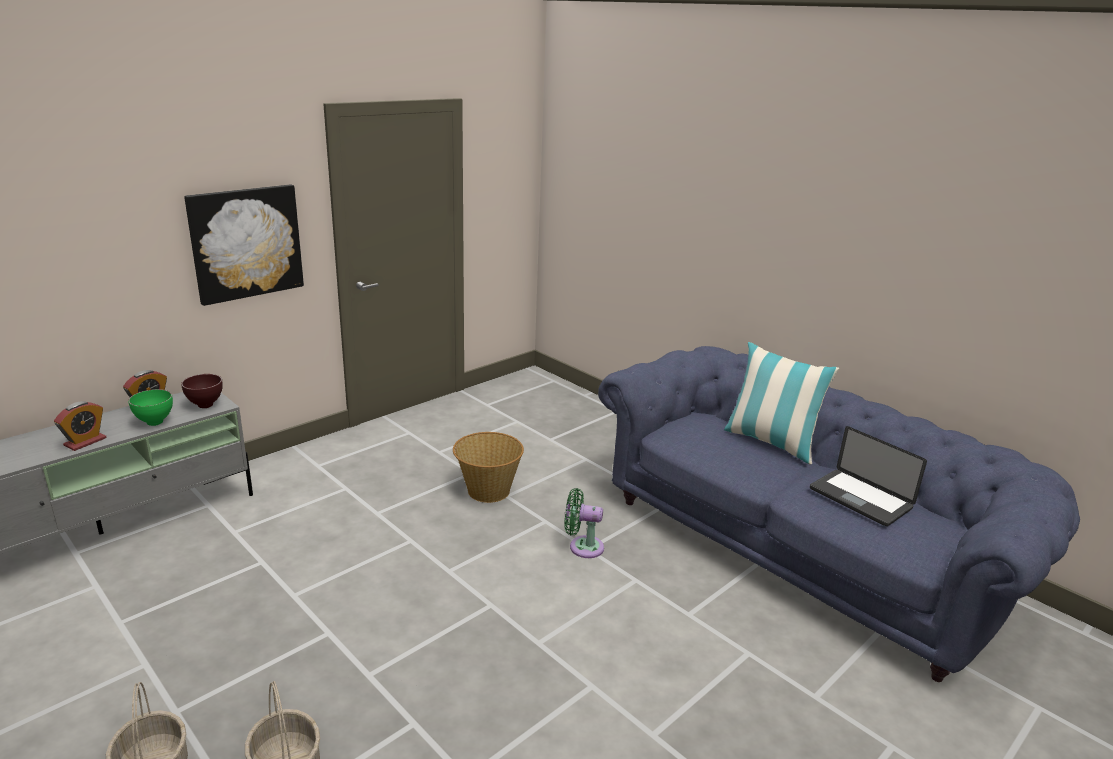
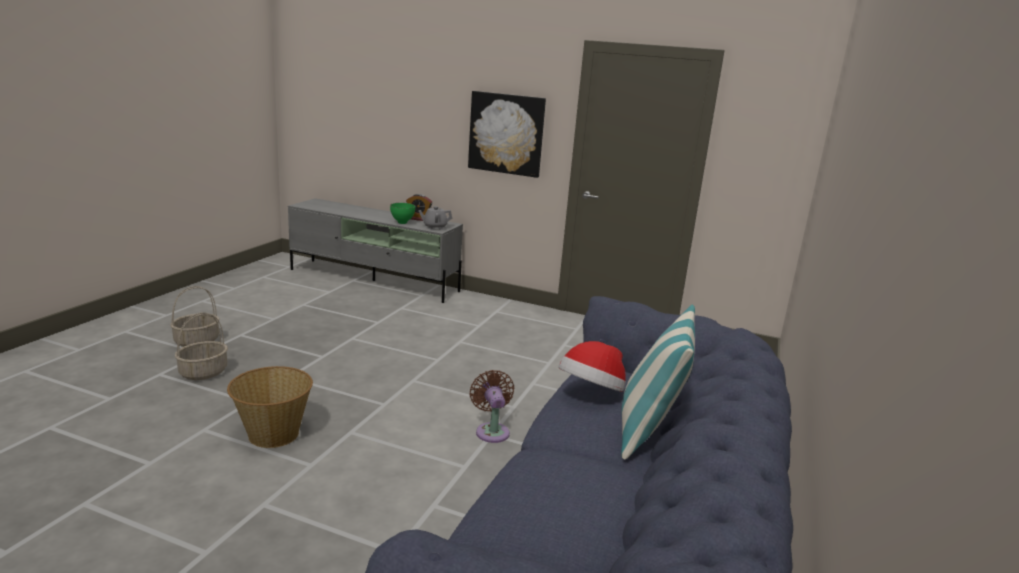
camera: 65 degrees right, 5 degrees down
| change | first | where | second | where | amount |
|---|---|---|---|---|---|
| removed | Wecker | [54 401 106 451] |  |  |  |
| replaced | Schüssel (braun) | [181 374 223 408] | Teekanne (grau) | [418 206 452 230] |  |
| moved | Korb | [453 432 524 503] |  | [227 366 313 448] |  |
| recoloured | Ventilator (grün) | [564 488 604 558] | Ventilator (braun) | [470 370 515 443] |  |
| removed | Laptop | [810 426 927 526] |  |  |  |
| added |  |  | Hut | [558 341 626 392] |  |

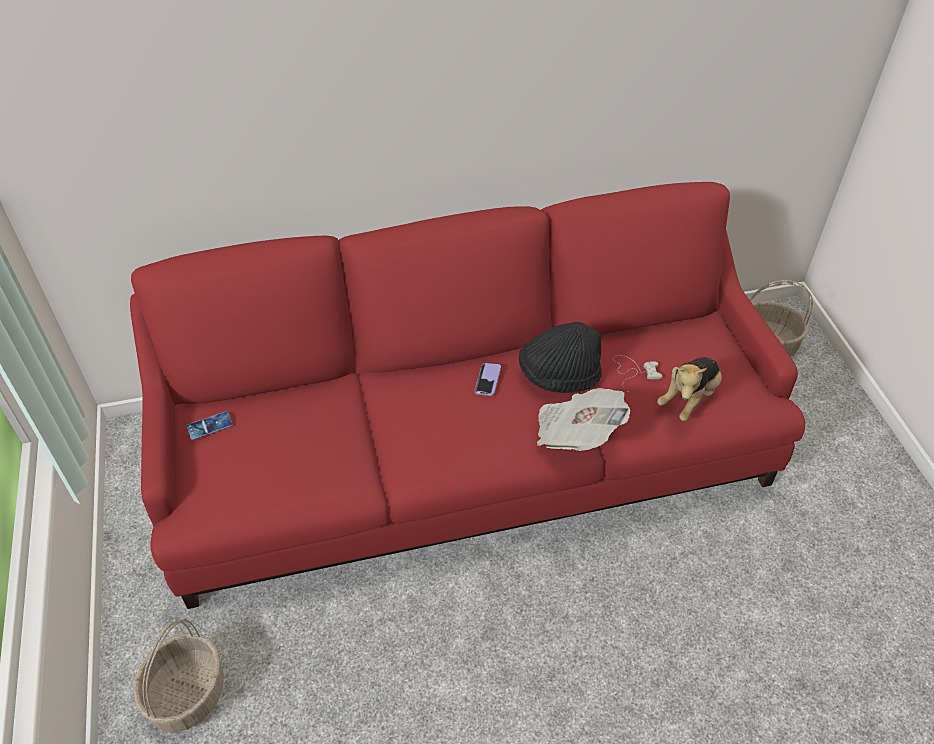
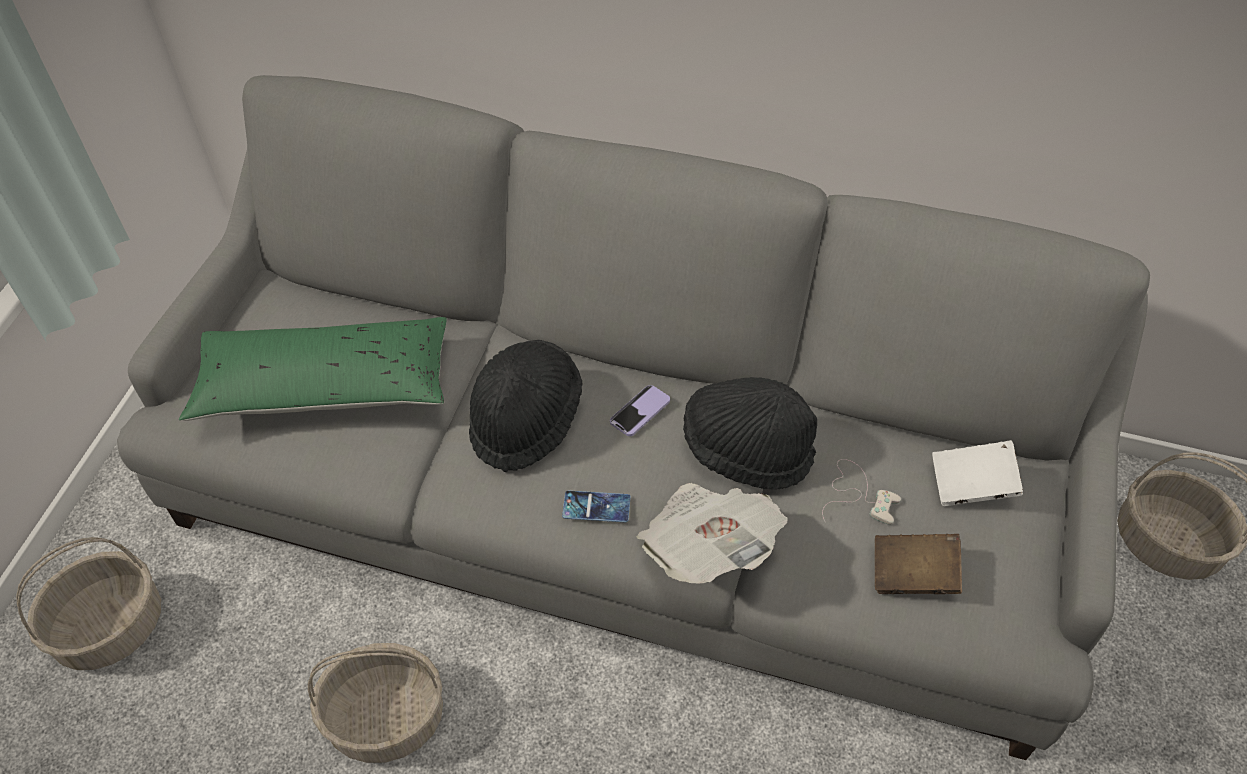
camera: 30 degrees right, 5 degrees up
| change | first | where | second | where | amount |
|---|---|---|---|---|---|
| recoloured | Sofa (rot) | [130 182 805 609] | Sofa (grau) | [117 75 1150 760] |  |
| moved | Handy | [187 411 233 440] |  | [562 491 631 522] |  |
| replaced | Plüschtier | [657 357 722 421] | Buch (braun) | [875 534 962 594] |  |
| added |  |  | Kissen (grün) | [179 317 447 421] |  |
| added |  |  | Korb | [308 643 443 763] |  |
| added |  |  | Hut (schwarz) | [469 340 582 472] |  |
| added |  |  | Buch (weiß) | [932 440 1023 506] |  |

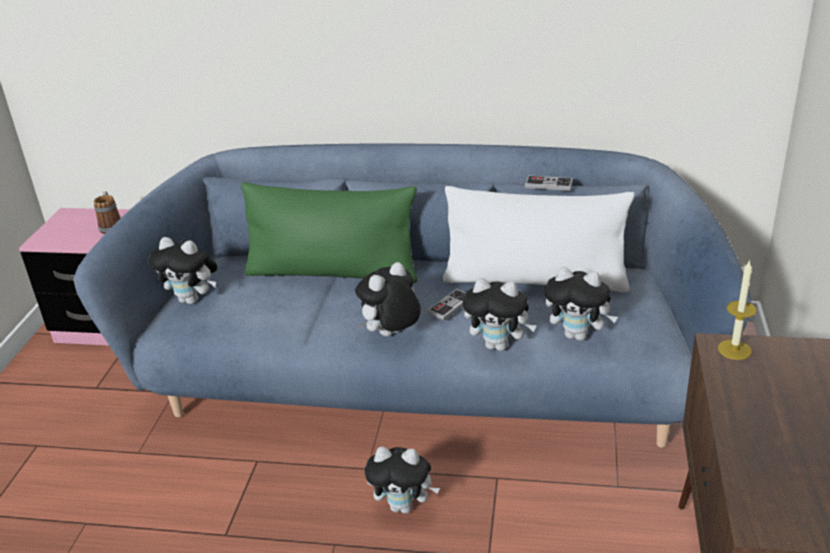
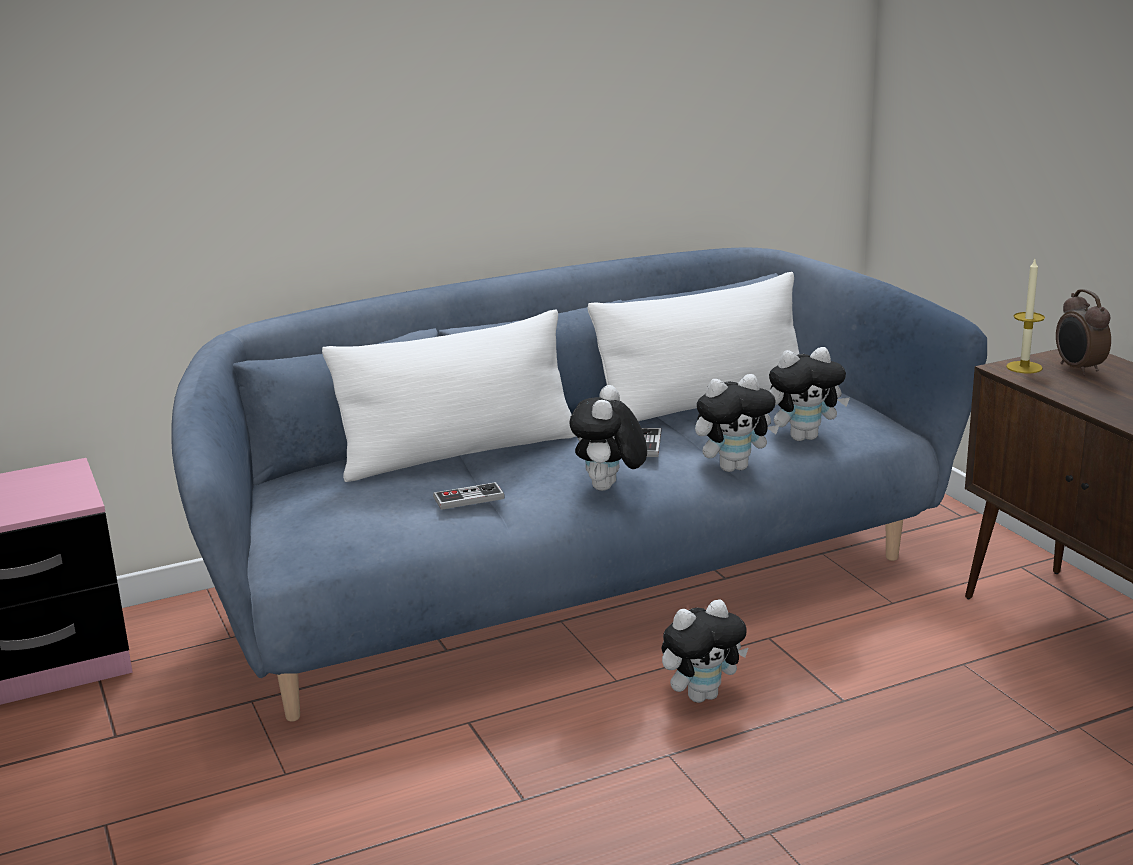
camera: 35 degrees left, 10 degrees down
| change | first | where | second | where | amount |
|---|---|---|---|---|---|
| removed | Henkelbecher | [94 191 121 234] |  |  |  |
| removed | Plüschtier | [149 237 218 304] |  |  |  |
| recoloured | Kissen (grün) | [241 182 418 283] | Kissen (weiß) | [322 309 576 482] |  |
| moved | Gamepad | [525 175 573 191] |  | [433 482 505 510] |  |
| added |  |  | Wecker | [1056 289 1111 376] |  |

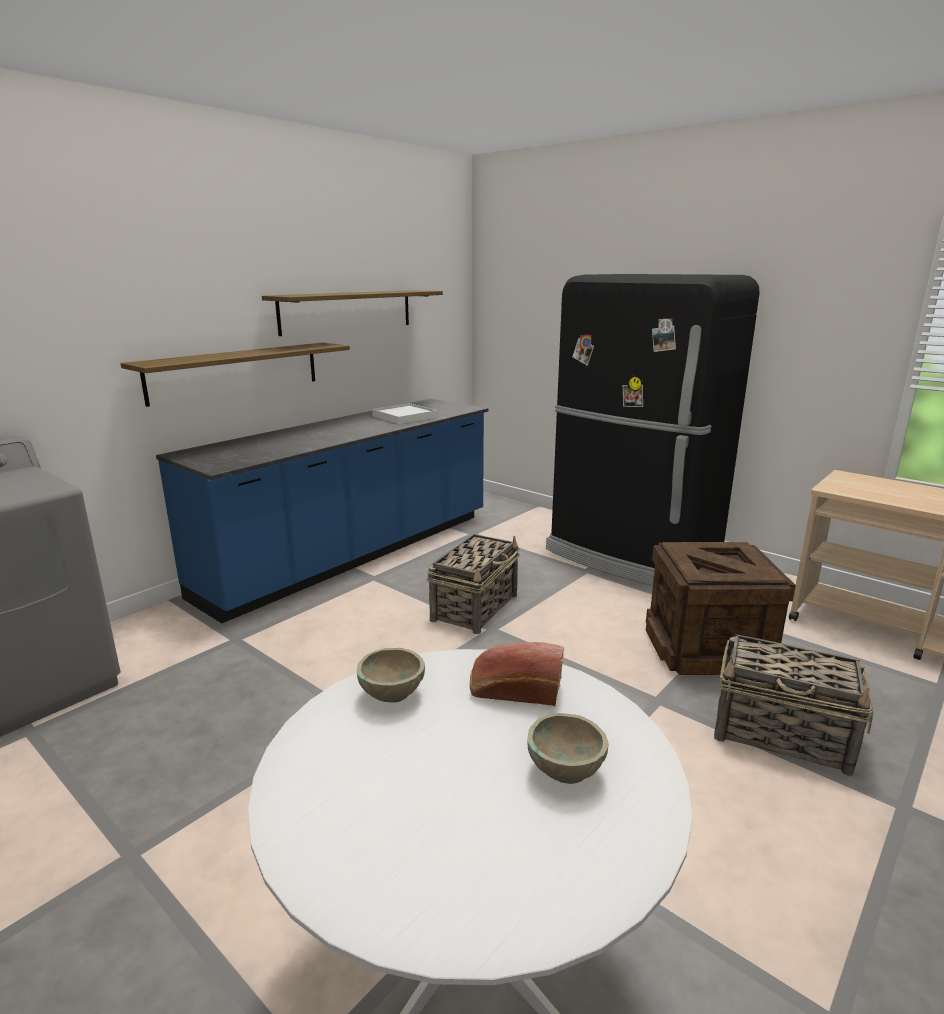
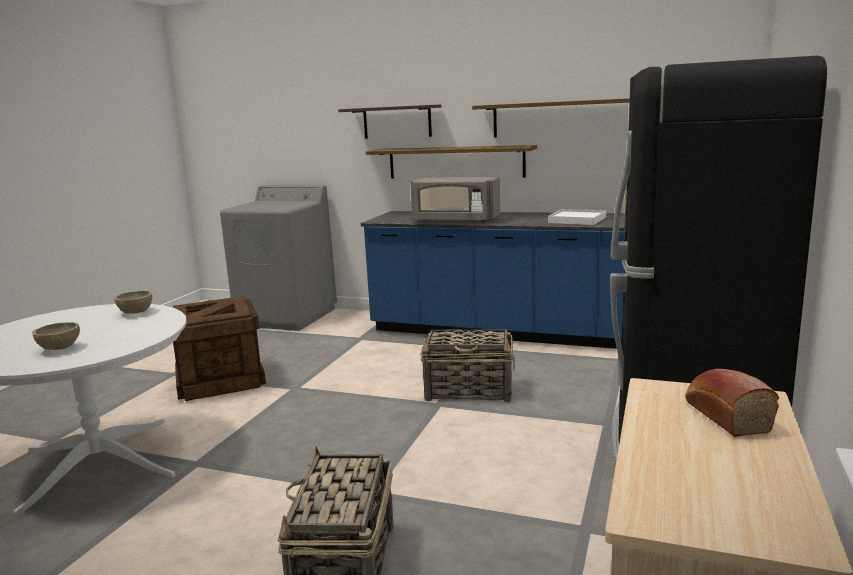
camera: 70 degrees right, 5 degrees down
| change | first | where | second | where | amount |
|---|---|---|---|---|---|
| moved | Brot | [470 642 564 706] |  | [685 369 779 437] |  |
| moved | Kiste | [646 542 796 675] |  | [173 296 266 401] |  |
| added |  |  | Wandregal | [338 105 441 139] |  |
| added |  |  | Mikrowelle (grau) | [411 177 500 223] |  |

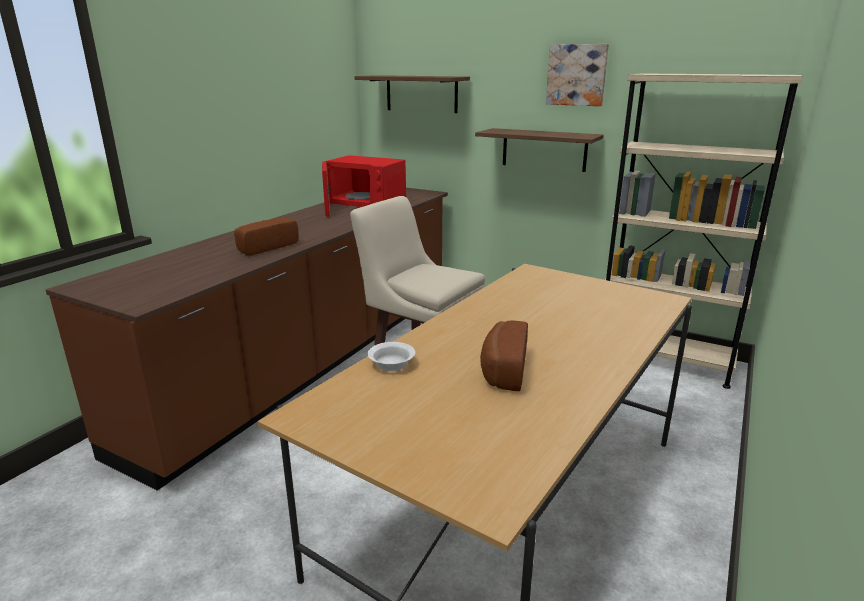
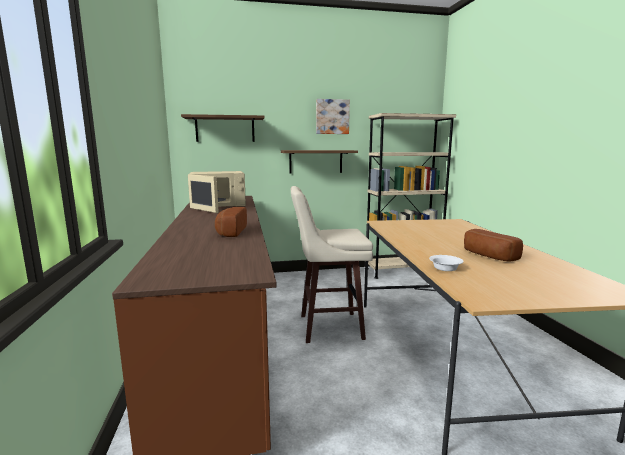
camera: 40 degrees left, 10 degrees down
| change | first | where | second | where | amount |
|---|---|---|---|---|---|
| recoloured | Mikrowelle (rot) | [322 155 406 217] | Mikrowelle (beige) | [188 171 246 213] |  |

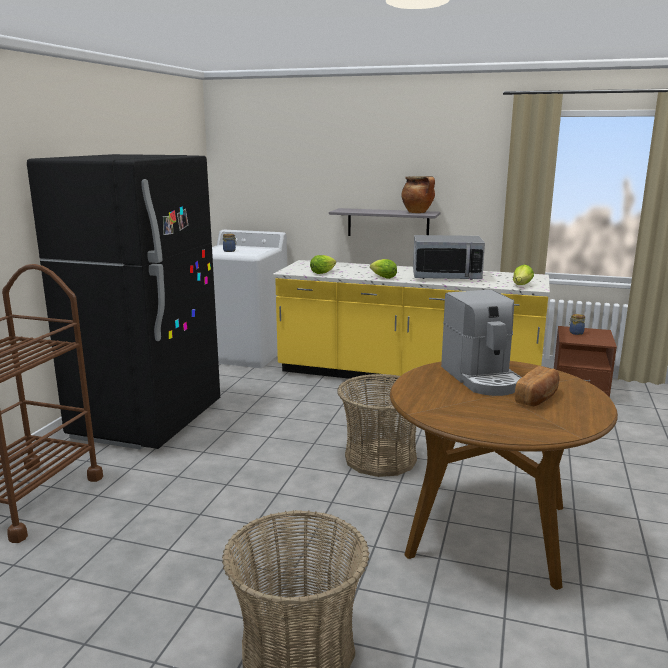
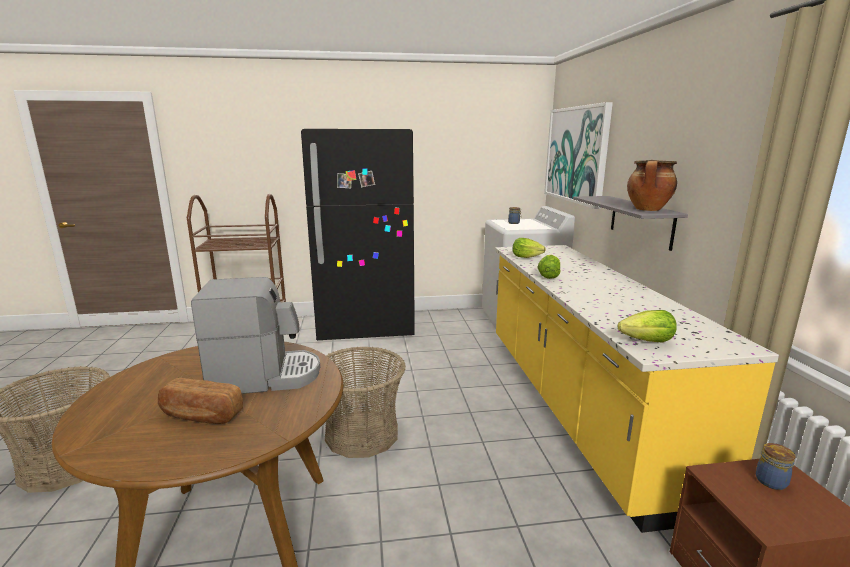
camera: 65 degrees right, 0 degrees up
| change | first | where | second | where | amount |
|---|---|---|---|---|---|
| removed | Mikrowelle | [413 235 485 280] |  |  |  |
| turned | Kaffeemaschine | [441 290 522 396] |  | [191 277 320 394] | 150 degrees counterclockwise |
| added |  |  | Bild | [544 102 613 209] |  |

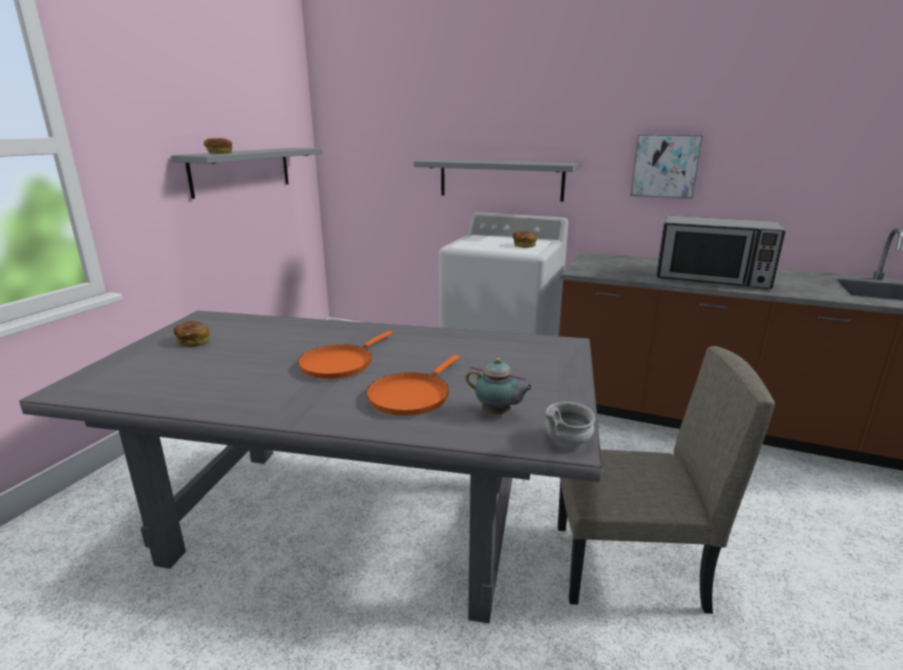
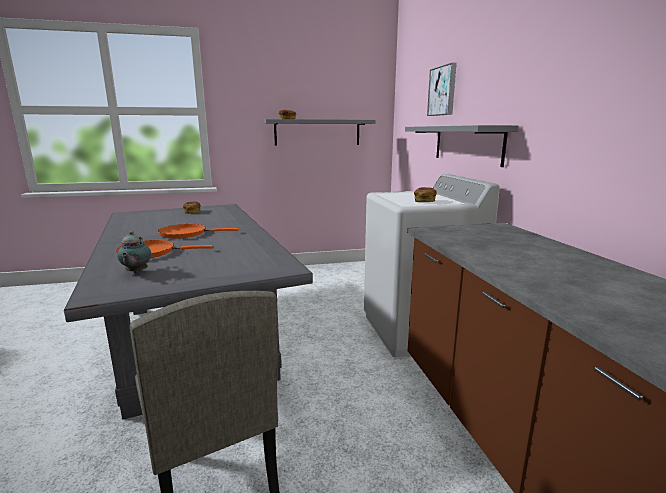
camera: 55 degrees right, 5 degrees down
| change | first | where | second | where | amount |
|---|---|---|---|---|---|
| removed | Schüssel (grau) | [544 401 595 445] |  |  |  |
| moved | Bild | [631 135 703 199] |  | [427 63 457 116] |  |
| removed | Mikrowelle | [656 216 786 289] |  |  |  |

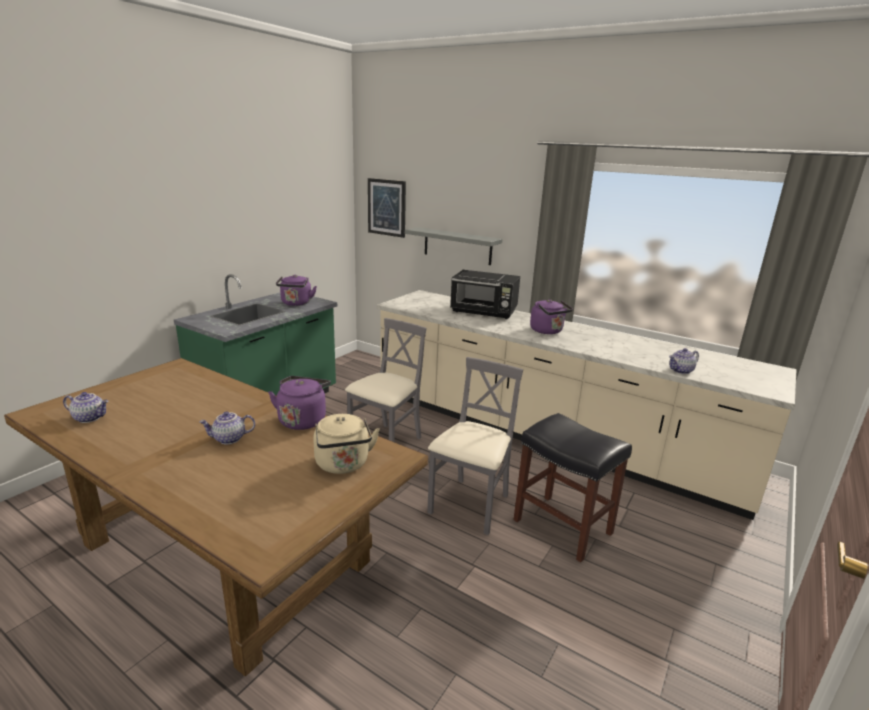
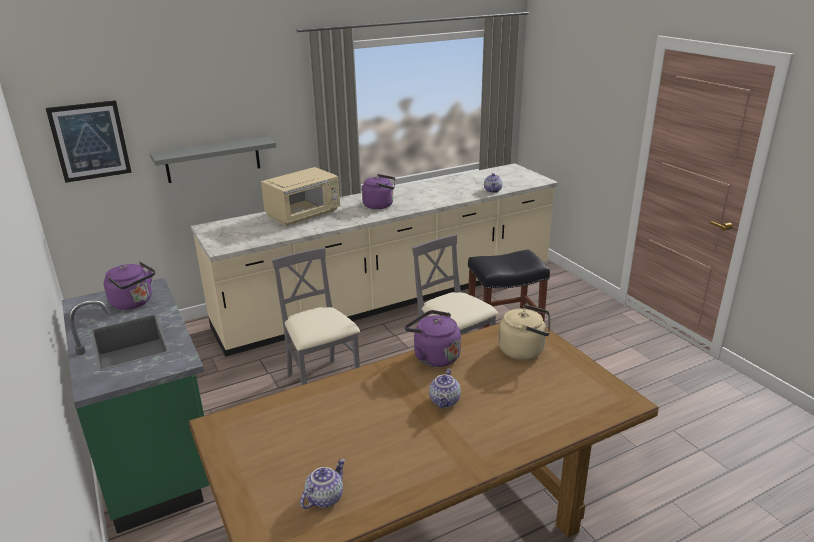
camera: 60 degrees left, 5 degrees up
| change | first | where | second | where | amount |
|---|---|---|---|---|---|
| recoloured | Mikrowelle (schwarz) | [450 270 520 319] | Mikrowelle (beige) | [261 167 340 226] |  |

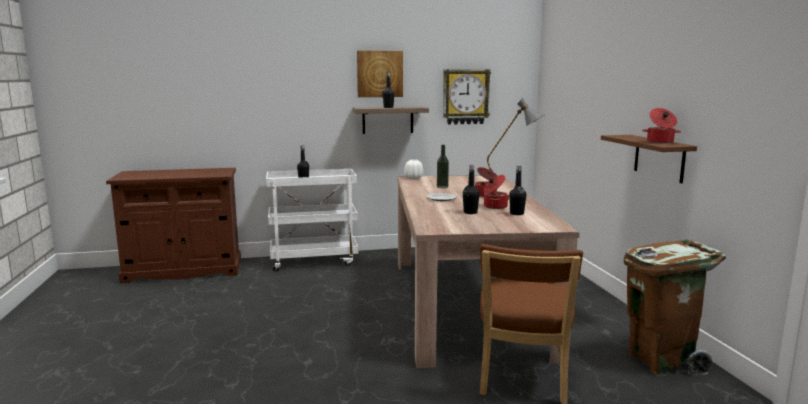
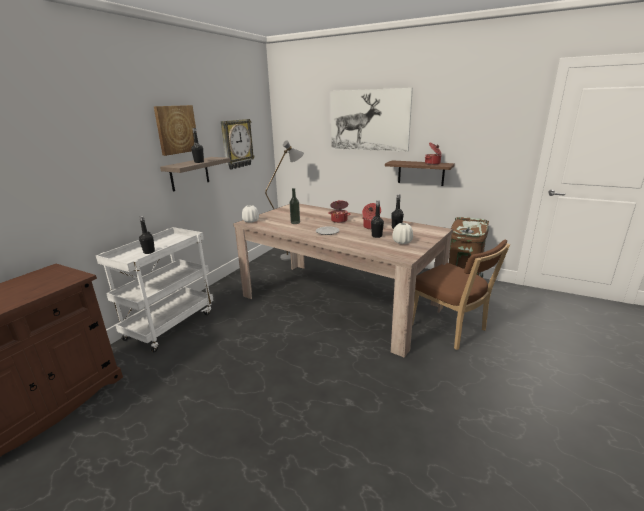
camera: 50 degrees left, 10 degrees up
| change | first | where | second | where | amount |
|---|---|---|---|---|---|
| added |  |  | Bild | [331 88 413 151] |  |
| added |  |  | Vase (weiß) | [392 223 413 244] |  |

